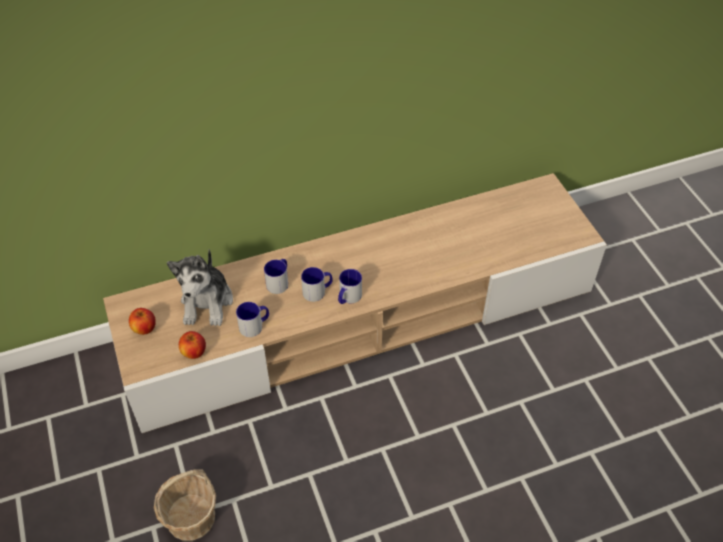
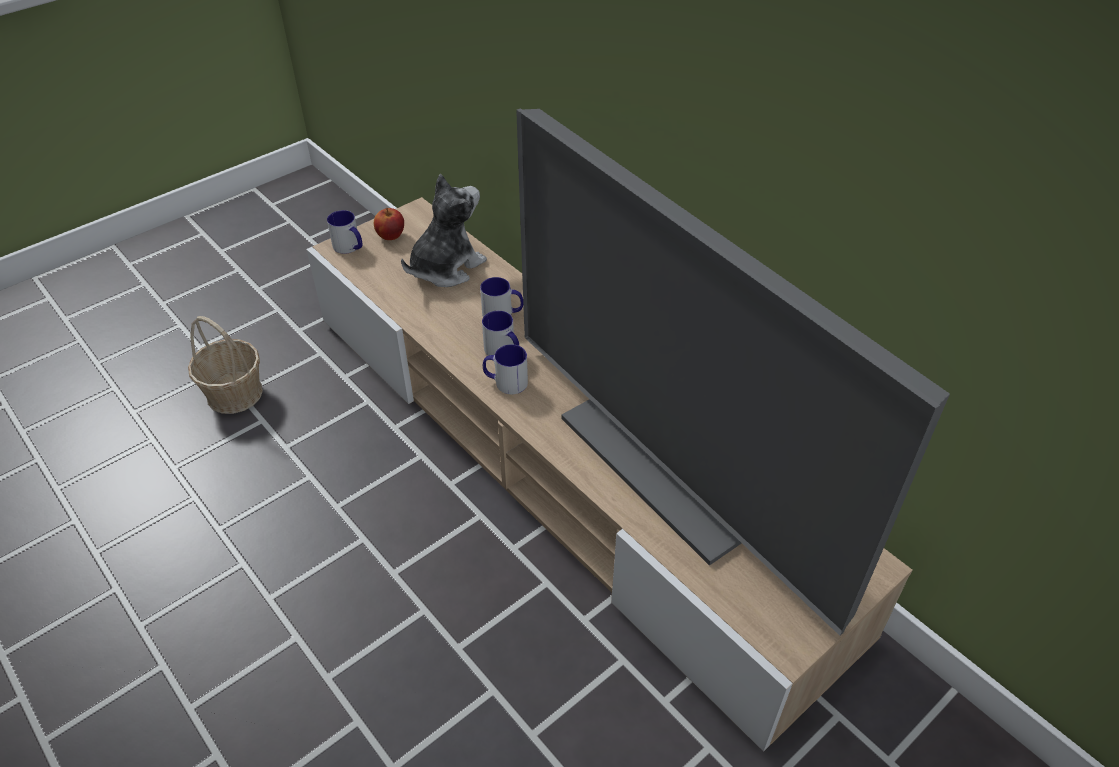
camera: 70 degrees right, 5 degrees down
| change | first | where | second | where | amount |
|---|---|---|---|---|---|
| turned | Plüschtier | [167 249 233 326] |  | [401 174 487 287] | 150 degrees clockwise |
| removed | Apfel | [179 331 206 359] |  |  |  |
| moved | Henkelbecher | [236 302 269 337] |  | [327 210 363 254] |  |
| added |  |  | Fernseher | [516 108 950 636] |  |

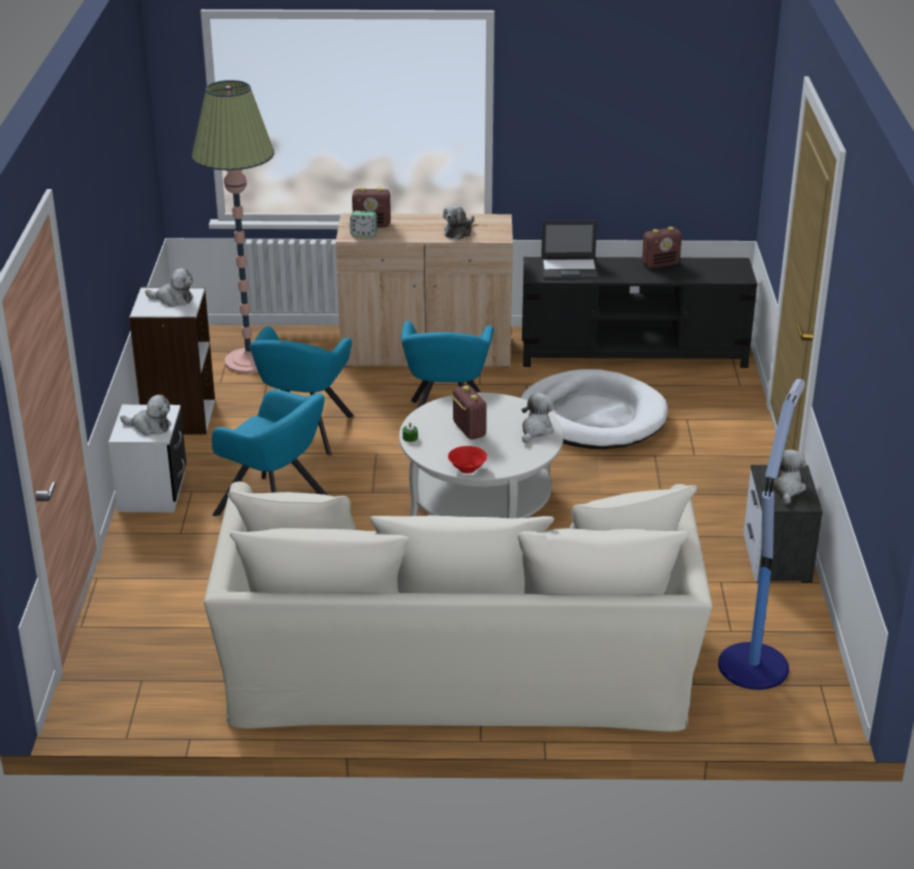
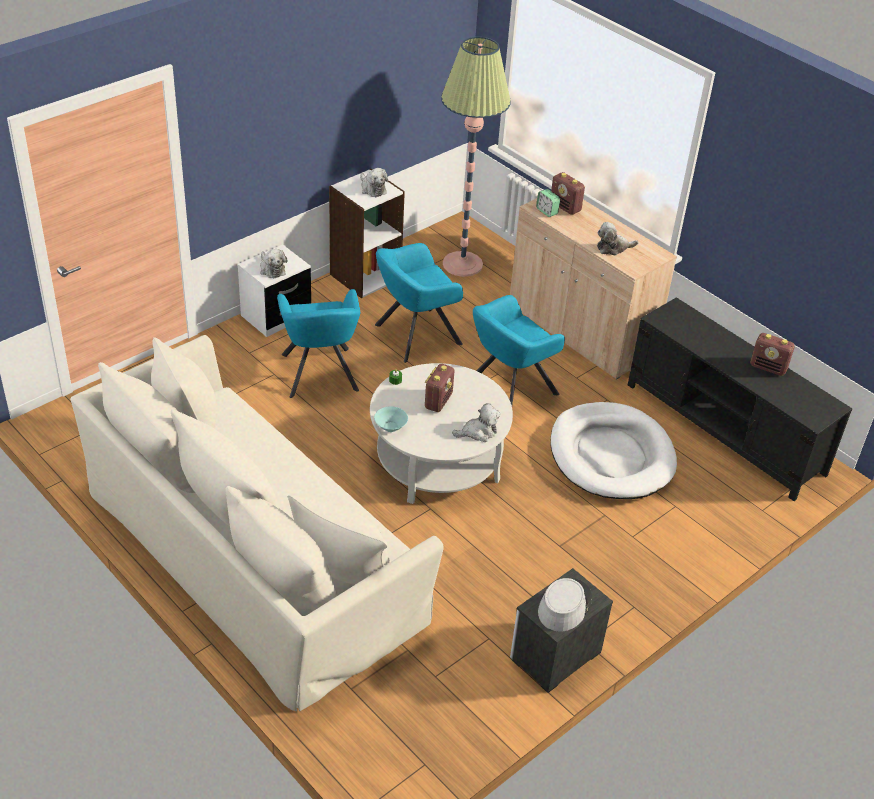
camera: 45 degrees right, 10 degrees up
| change | first | where | second | where | amount |
|---|---|---|---|---|---|
| recoloured | Schüssel (rot) | [448 446 487 473] | Schüssel (türkis) | [374 406 408 432] |  |
| removed | Laptop | [541 221 599 279] |  |  |  |
| removed | Stehlampe | [718 379 806 690] |  |  |  |
| replaced | Plüschtier | [773 449 806 505] | Hut (grau) | [538 578 592 632] |  |

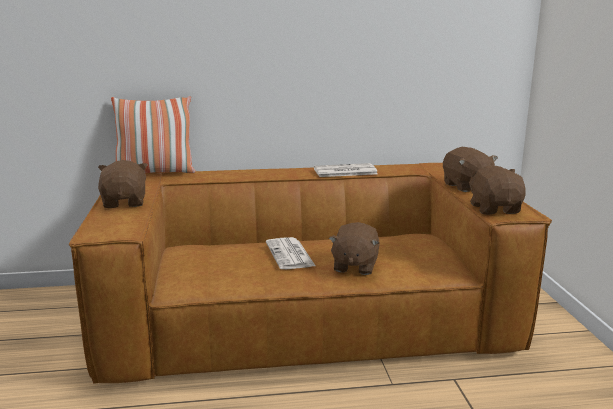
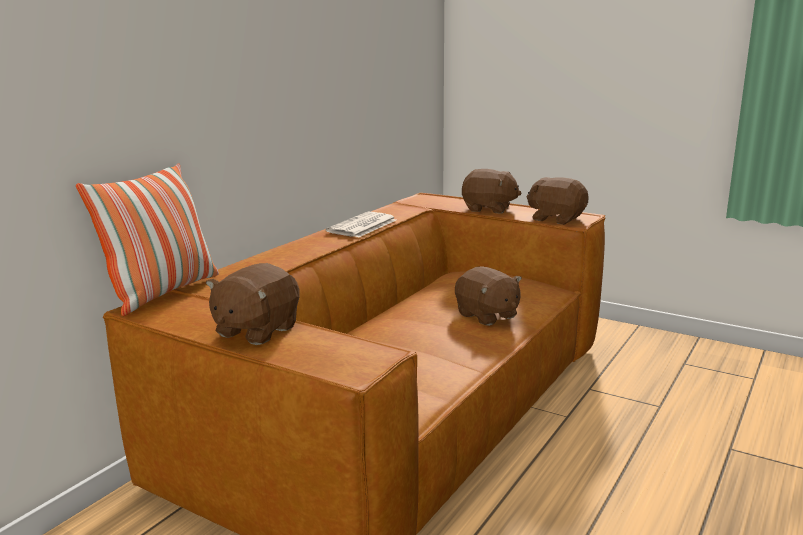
camera: 50 degrees left, 0 degrees up
| change | first | where | second | where | amount |
|---|---|---|---|---|---|
| turned | Plüschtier (braun) | [98 160 148 208] |  | [206 263 300 345] | 90 degrees counterclockwise |
| removed | Zeitung | [266 237 315 269] |  |  |  |

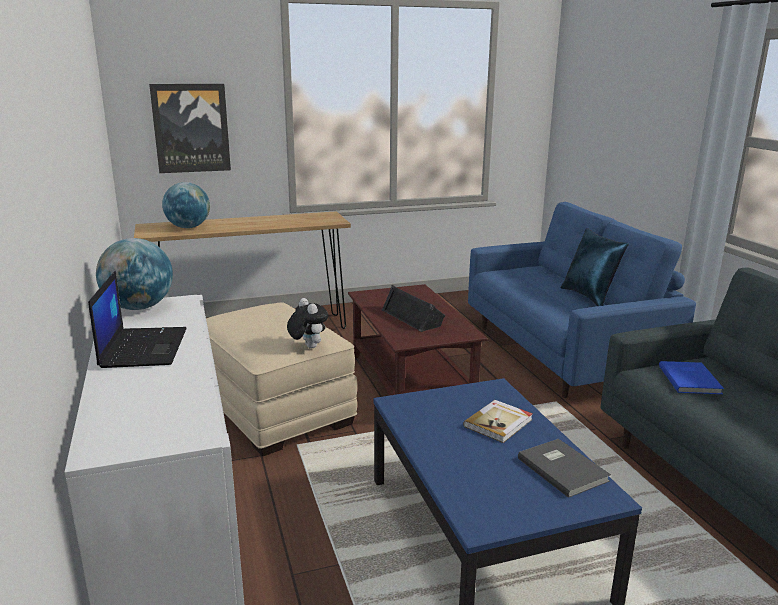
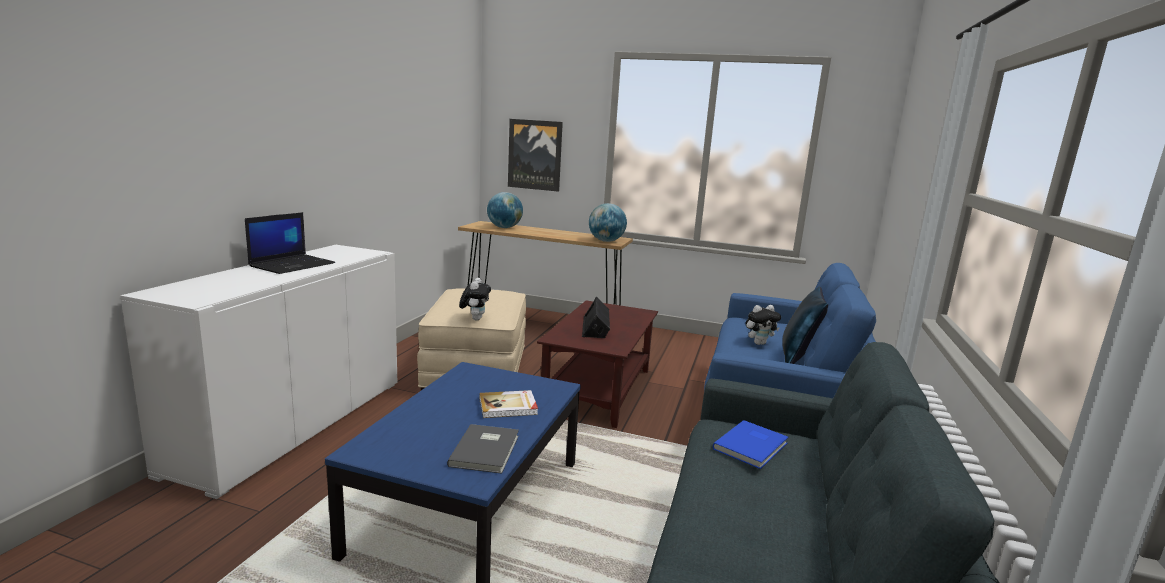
camera: 35 degrees right, 5 degrees down
| change | first | where | second | where | amount |
|---|---|---|---|---|---|
| moved | Globus | [96 238 173 310] |  | [589 203 627 242] |  |
| added |  |  | Plüschtier | [745 305 781 345] |  |

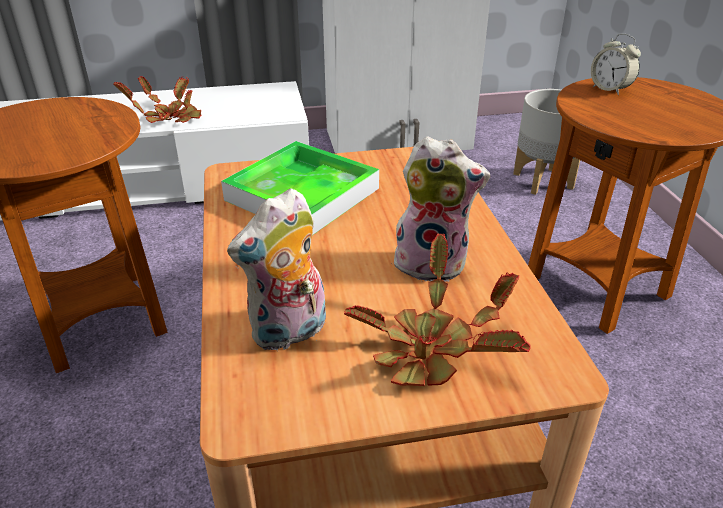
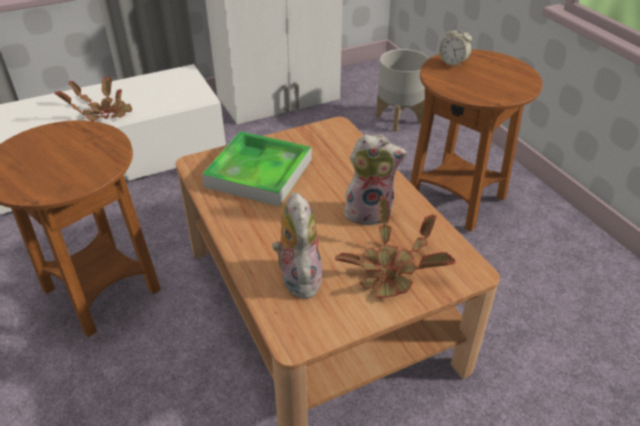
camera: 15 degrees left, 5 degrees up
| change | first | where | second | where | amount |
|---|---|---|---|---|---|
| turned | Plüschtier | [227 188 326 350] |  | [272 192 324 299] | 135 degrees clockwise |

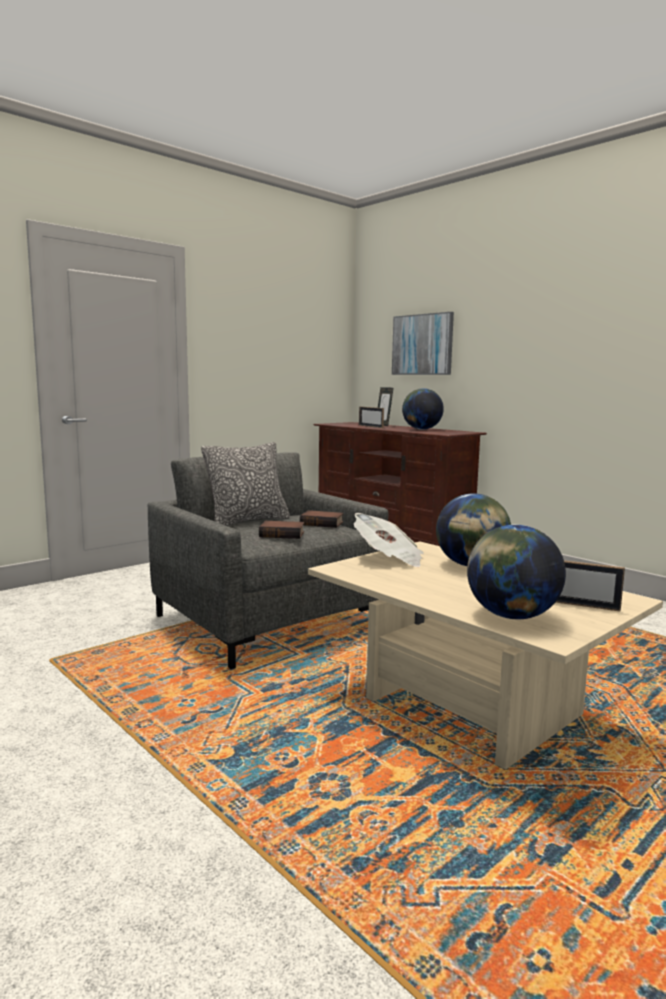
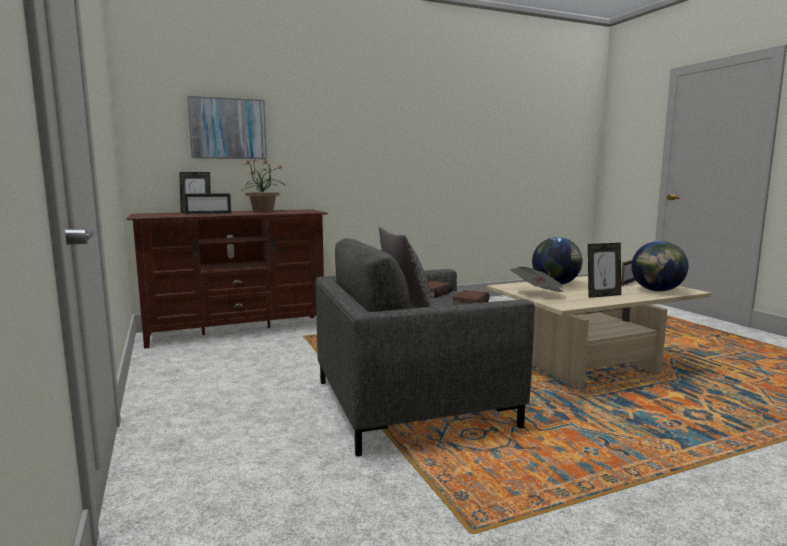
camera: 70 degrees left, 0 degrees up
| change | first | where | second | where | amount |
|---|---|---|---|---|---|
| replaced | Globus | [402 388 444 430] | Topfpflanze | [242 159 285 212] |  |
| added |  |  | Bilderrahmen | [588 243 621 298] |  |

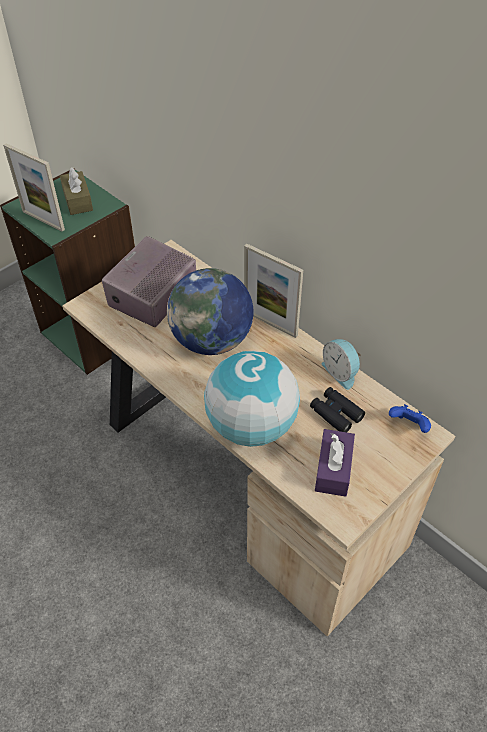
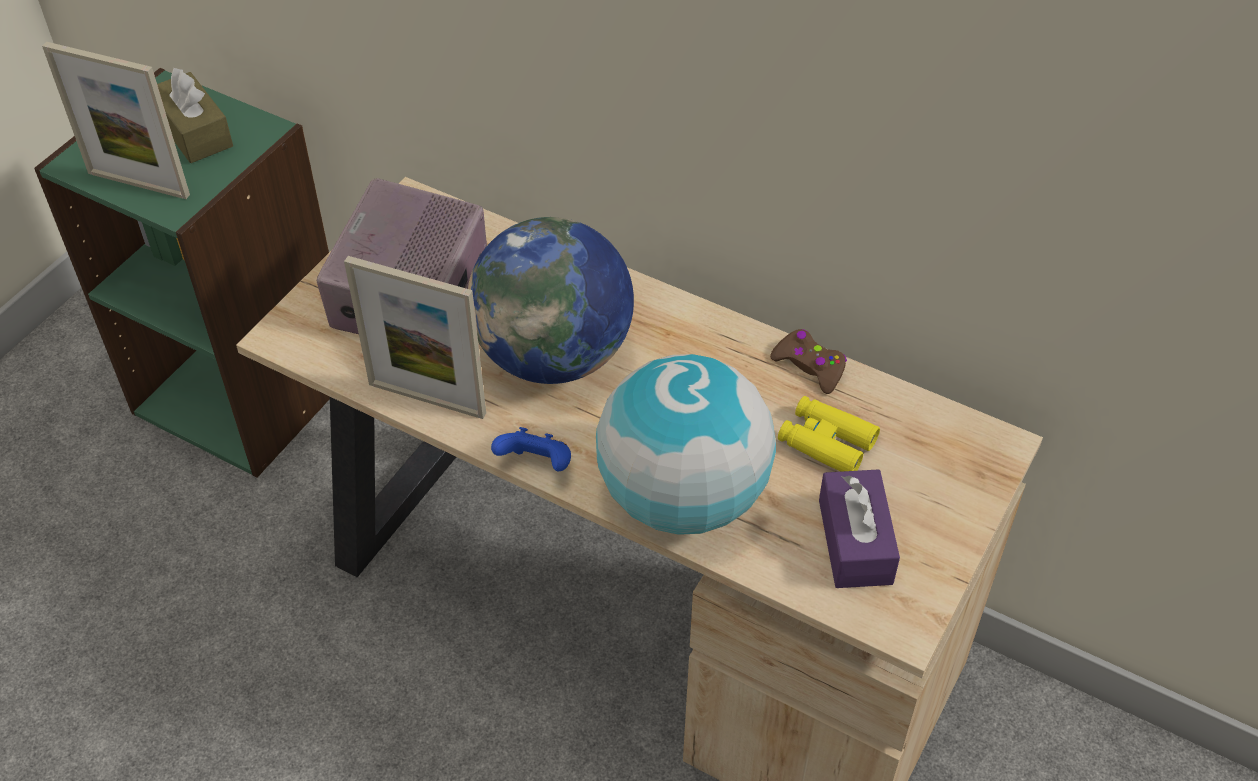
camera: 15 degrees left, 0 degrees up
| change | first | where | second | where | amount |
|---|---|---|---|---|---|
| moved | Bilderrahmen | [244 244 303 338] |  | [344 256 486 419] |  |
| recoloured | Fernglas (schwarz) | [310 387 365 432] | Fernglas (gelb) | [778 396 880 472] |  |
| replaced | Wecker | [322 339 361 390] | Gamepad (braun) | [770 329 847 394] |  |
| moved | Gamepad (blau) | [389 404 431 433] |  | [491 427 571 471] |  |

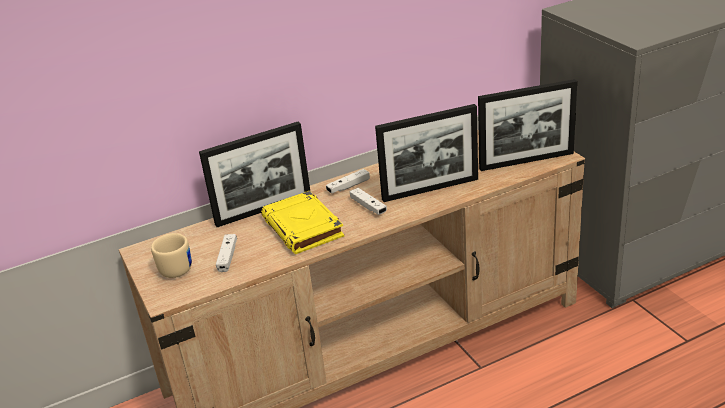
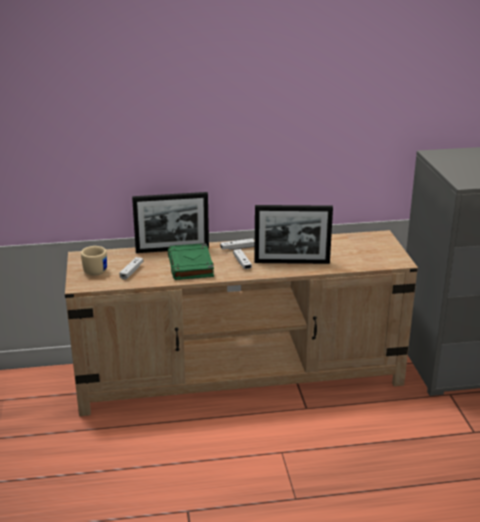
camera: 15 degrees right, 5 degrees down
| change | first | where | second | where | amount |
|---|---|---|---|---|---|
| recoloured | Buch (gelb) | [261 191 344 254] | Buch (grün) | [168 243 214 280] |  |
| removed | Bilderrahmen | [478 79 577 171] |  |  |  |

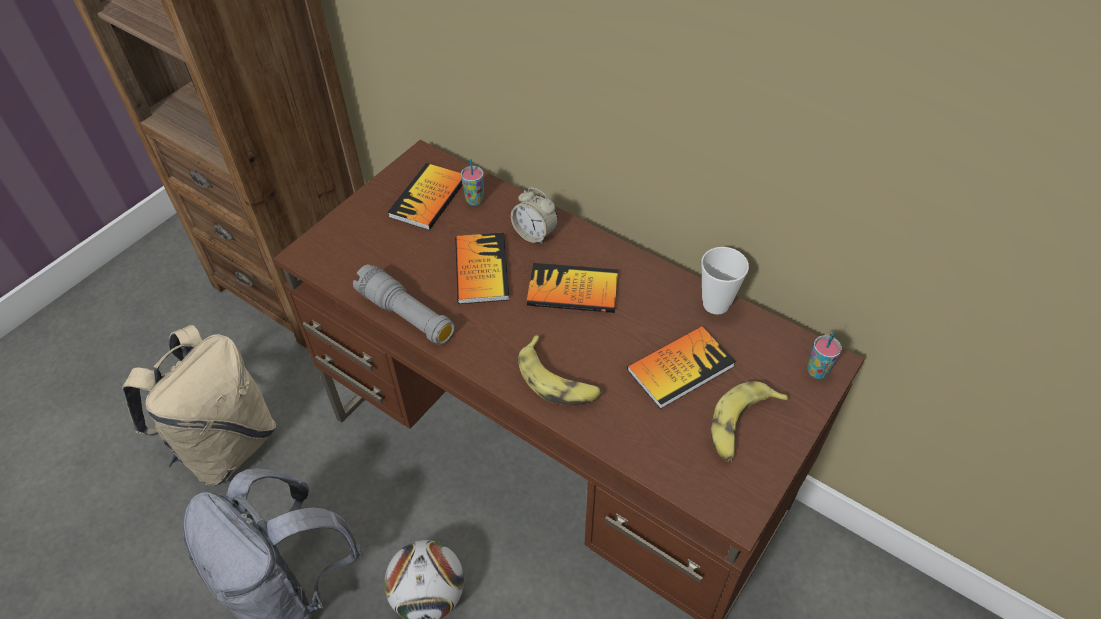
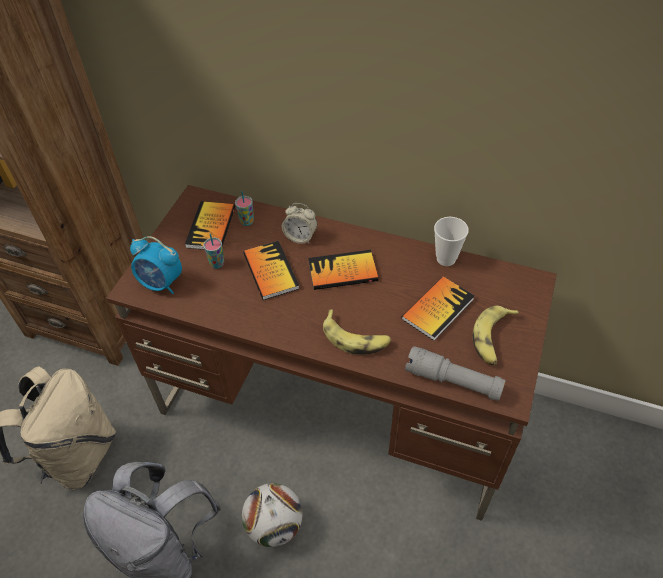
camera: 15 degrees left, 0 degrees up
| change | first | where | second | where | amount |
|---|---|---|---|---|---|
| moved | Taschenlampe (grau) | [353 264 455 345] |  | [405 346 506 401] |  |
| moved | Tasse | [807 332 842 379] |  | [203 233 224 269] |  |
| added |  |  | Wecker | [130 236 182 294] |  |

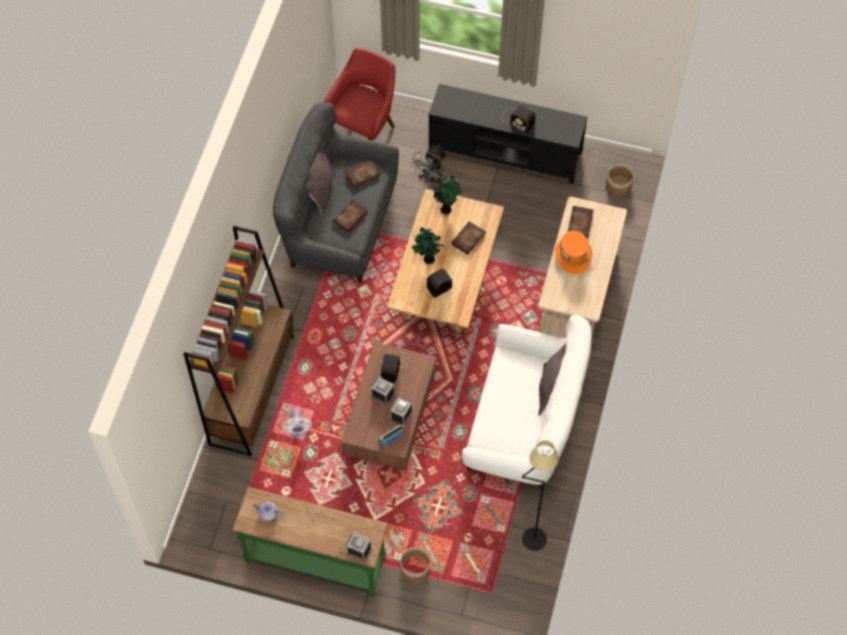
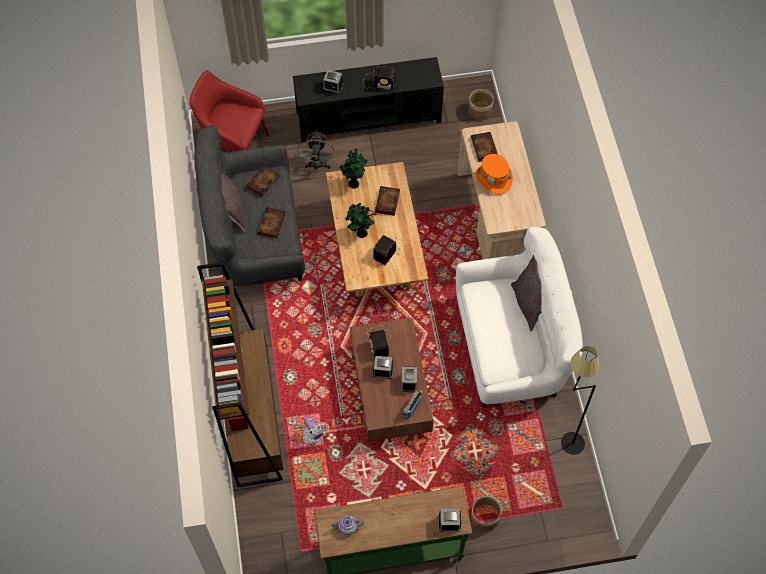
camera: 25 degrees left, 0 degrees up
| change | first | where | second | where | amount |
|---|---|---|---|---|---|
| turned | Sessel (rot) | [324 48 395 140] |  | [189 70 269 152] | 75 degrees counterclockwise |
| added |  |  | Wecker | [323 70 344 94] |  |

